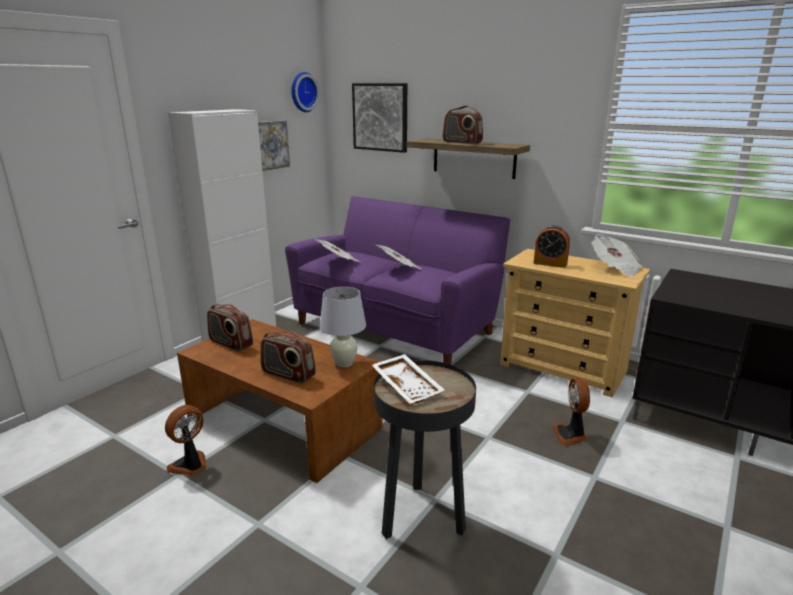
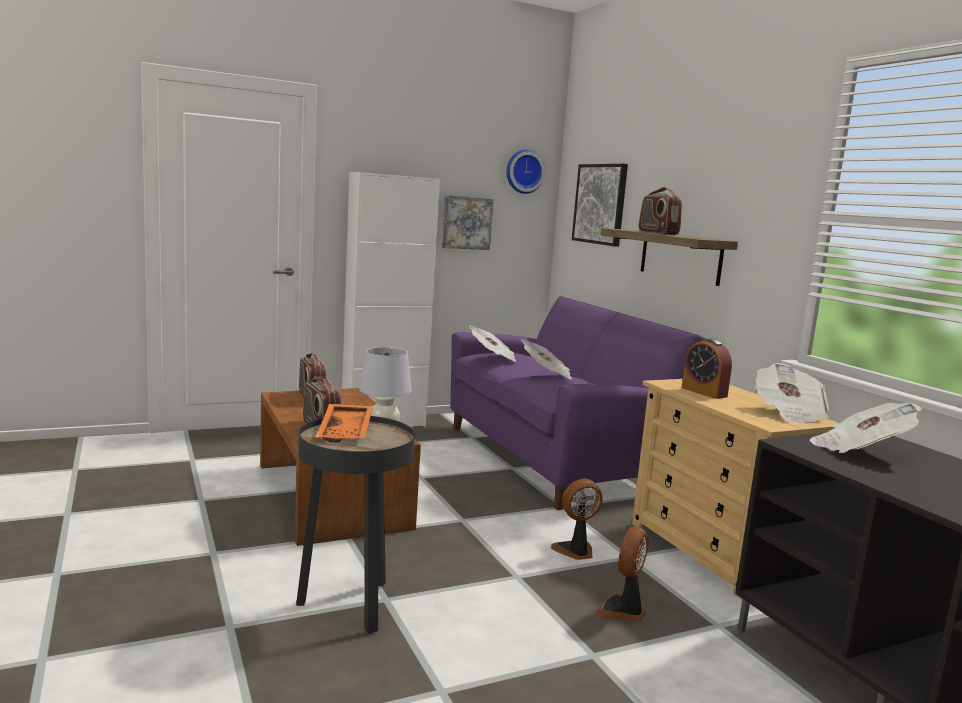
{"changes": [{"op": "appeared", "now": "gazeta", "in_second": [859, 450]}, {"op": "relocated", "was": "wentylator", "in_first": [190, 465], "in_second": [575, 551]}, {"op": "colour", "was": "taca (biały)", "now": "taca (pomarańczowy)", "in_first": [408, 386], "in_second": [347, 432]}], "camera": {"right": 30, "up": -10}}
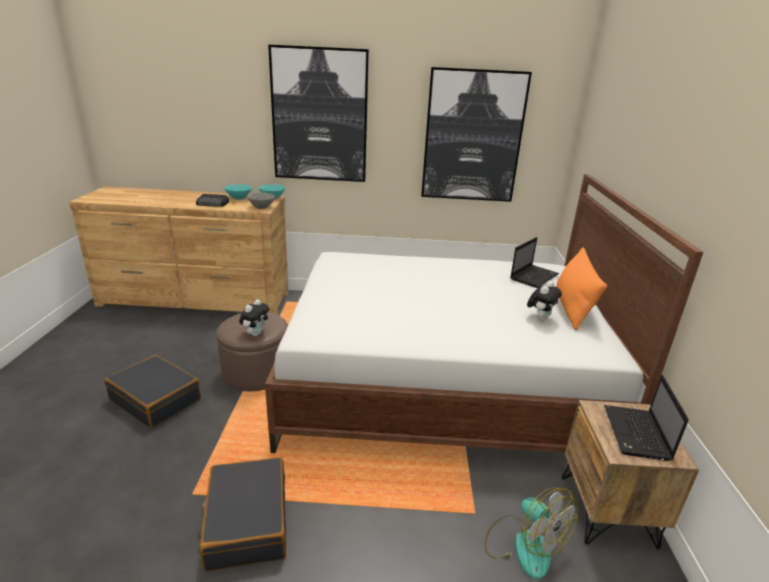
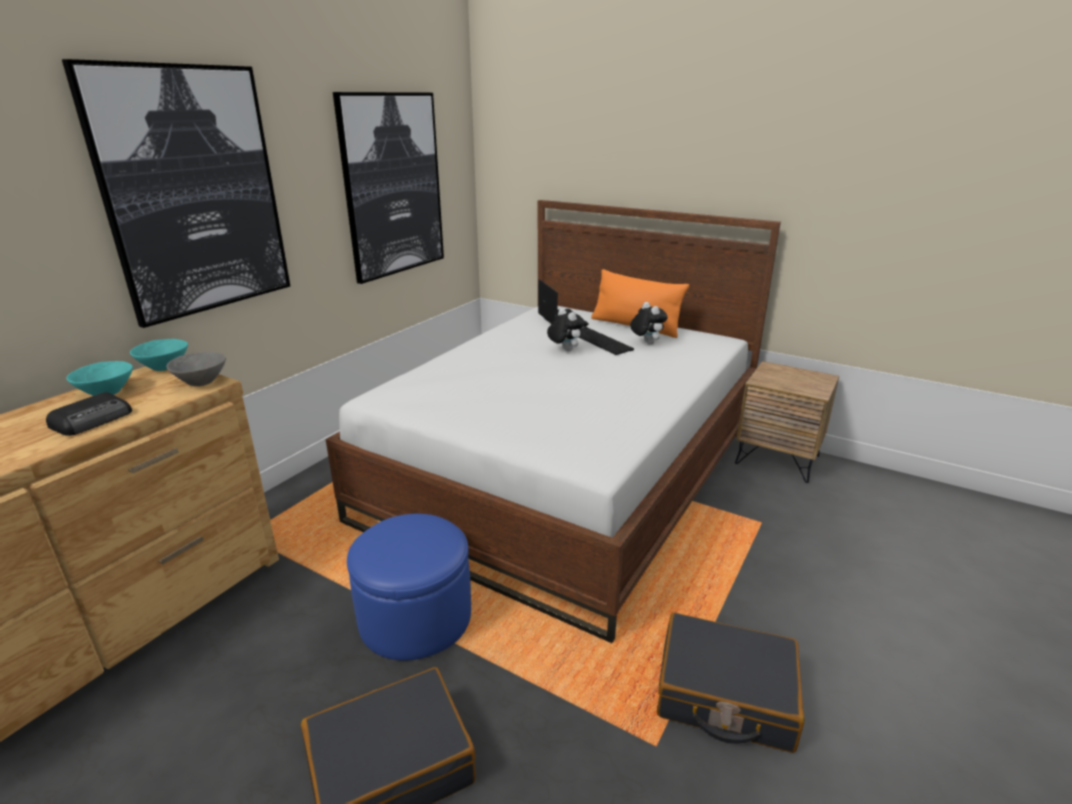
{"changes": [{"op": "missing", "was": "wentylator", "in_first": [523, 545]}, {"op": "missing", "was": "laptop", "in_first": [637, 434]}, {"op": "appeared", "now": "klawiatura", "in_second": [601, 341]}, {"op": "relocated", "was": "pluszak", "in_first": [255, 333], "in_second": [564, 350]}, {"op": "colour", "was": "pufa (brązowy)", "now": "pufa (niebieski)", "in_first": [256, 371], "in_second": [415, 617]}], "camera": {"right": -60, "up": 0}}
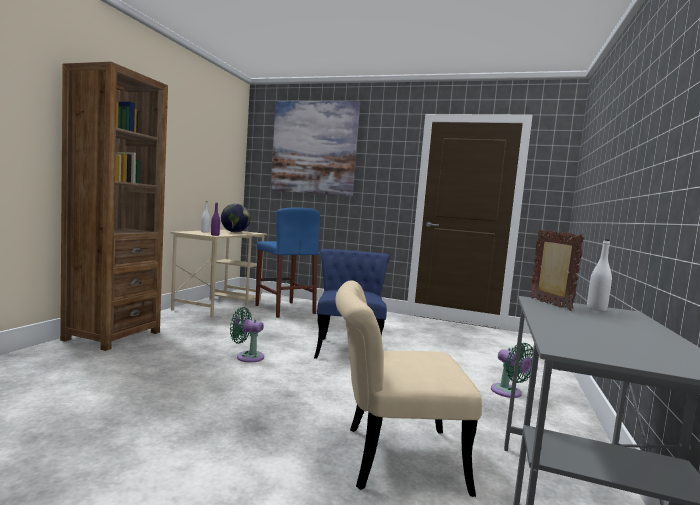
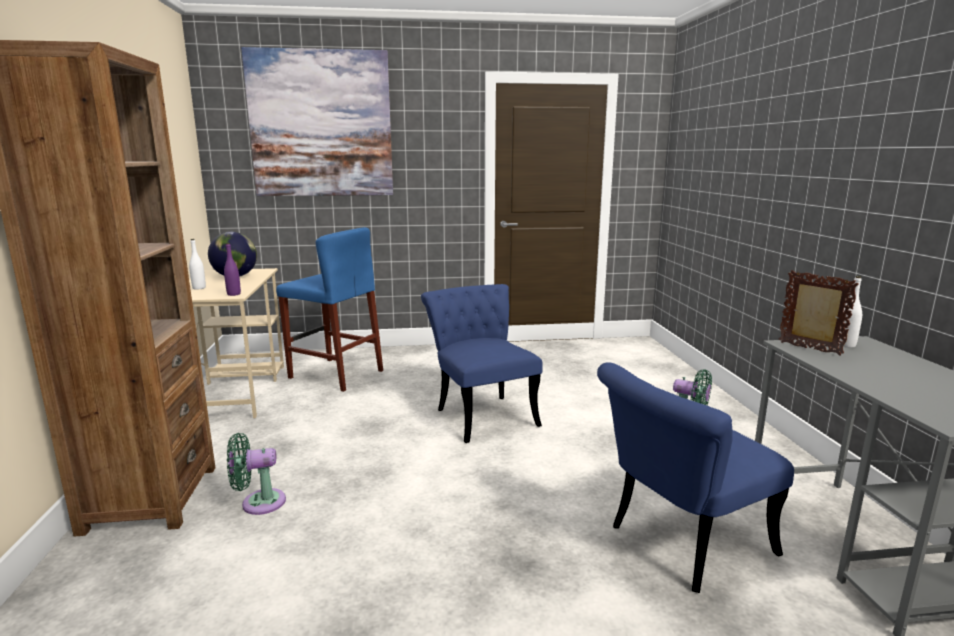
{"changes": [{"op": "relocated", "was": "wentylator (zielony)", "in_first": [247, 357], "in_second": [258, 503]}, {"op": "colour", "was": "krzesło (beżowy)", "now": "krzesło (niebieski)", "in_first": [389, 457], "in_second": [679, 545]}], "camera": {"right": -25, "up": 10}}
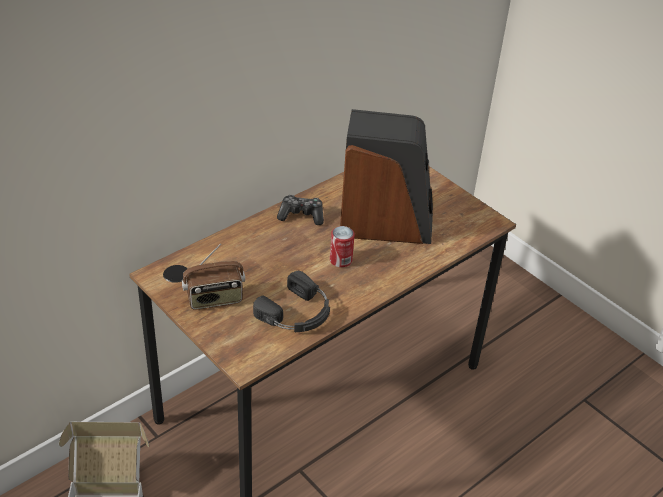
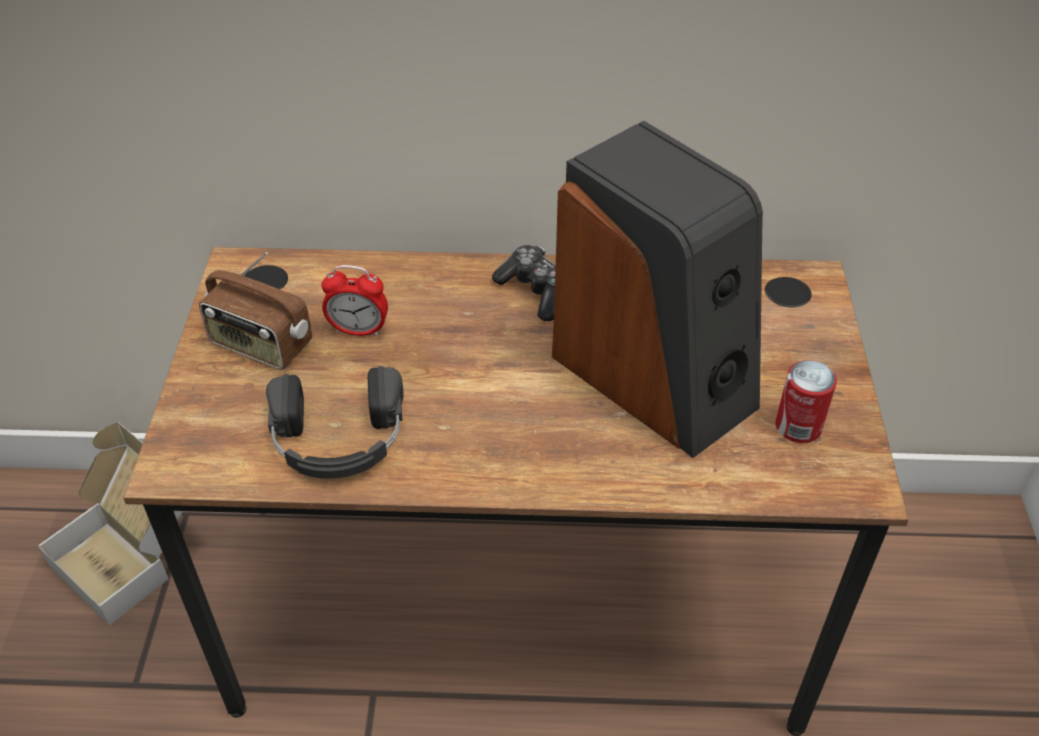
{"changes": [{"op": "appeared", "now": "budzik", "in_second": [358, 330]}, {"op": "relocated", "was": "puszka", "in_first": [340, 260], "in_second": [798, 426]}], "camera": {"right": 45, "up": 5}}
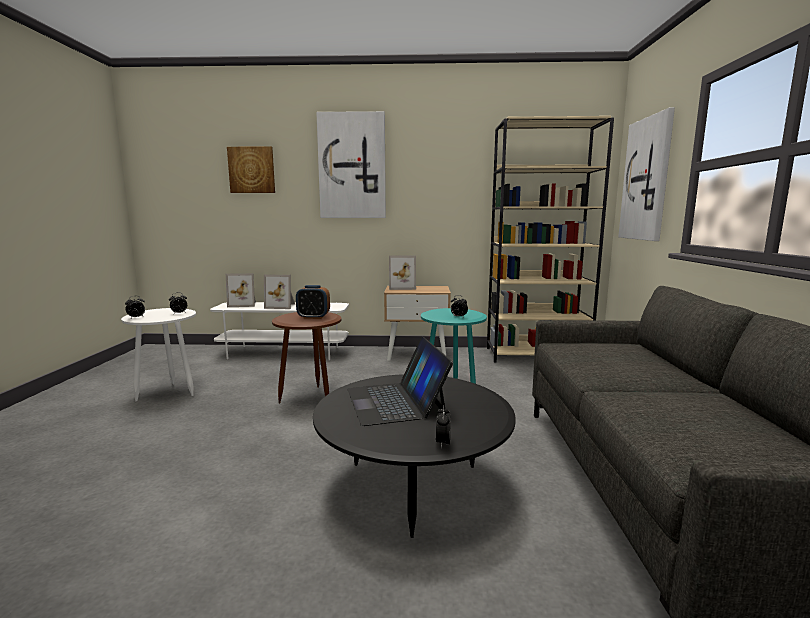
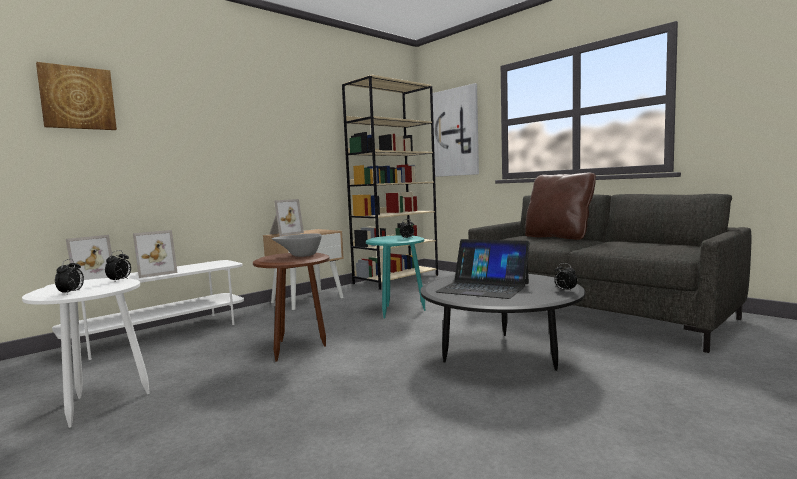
{"changes": [{"op": "missing", "was": "obraz", "in_first": [352, 166]}, {"op": "appeared", "now": "poduszka (brązowy)", "in_second": [558, 237]}, {"op": "exchanged", "was": "budzik", "now": "miska (szary)", "in_first": [313, 317], "in_second": [300, 256]}], "camera": {"right": -45, "up": -5}}
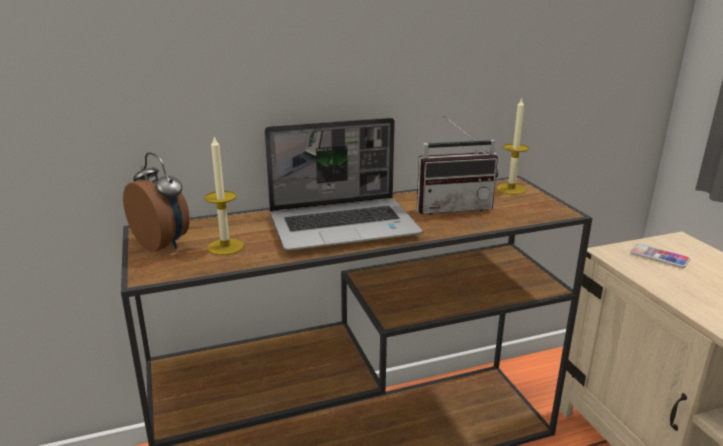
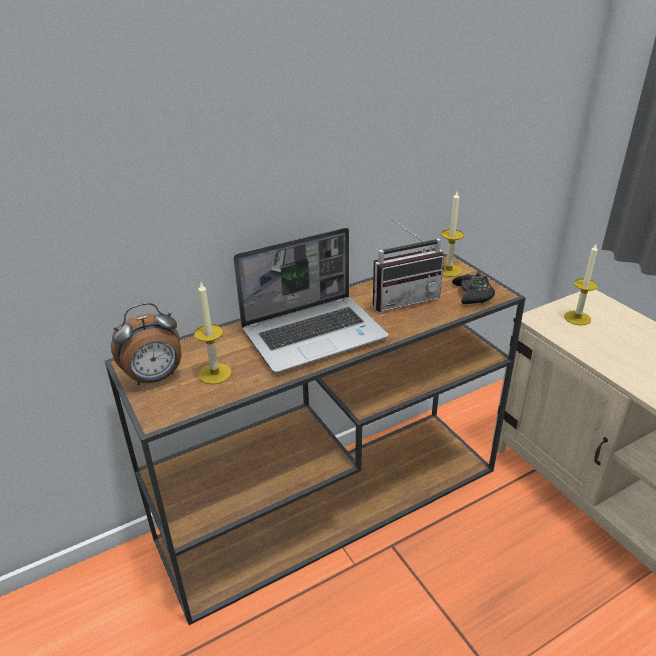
{"changes": [{"op": "appeared", "now": "pad do gier (czarny)", "in_second": [473, 294]}, {"op": "exchanged", "was": "telefon", "now": "świeca", "in_first": [659, 257], "in_second": [577, 318]}, {"op": "spun", "was": "budzik", "in_first": [164, 244], "in_second": [155, 378], "clockwise": 120}], "camera": {"right": -10, "up": 10}}
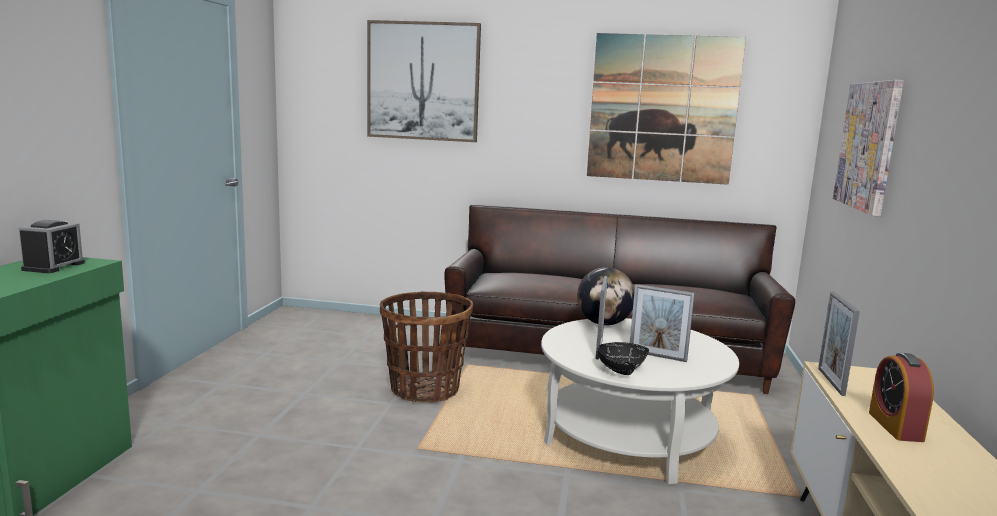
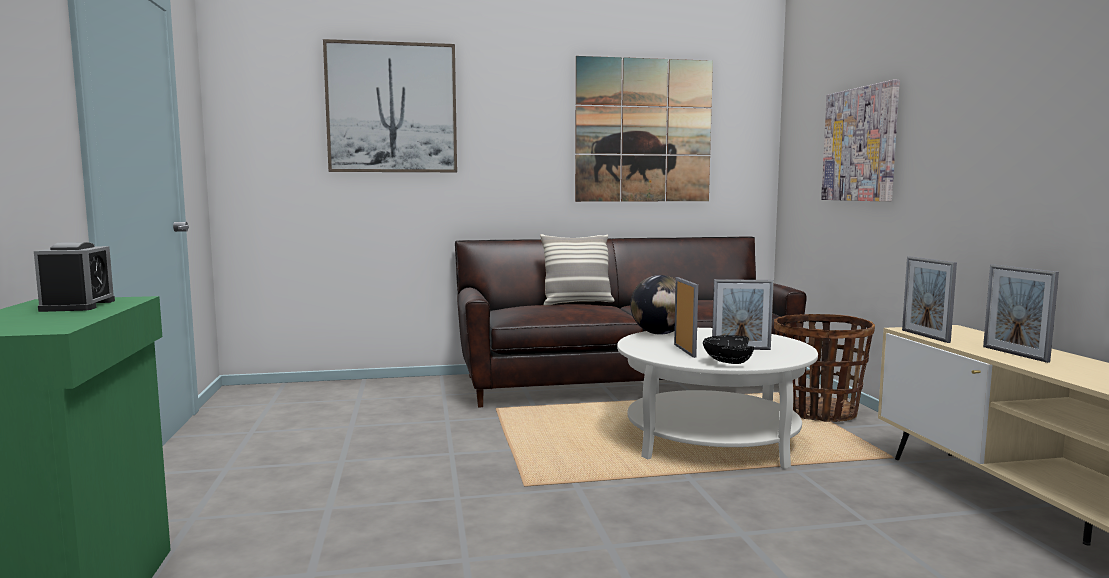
{"changes": [{"op": "appeared", "now": "poduszka", "in_second": [577, 303]}, {"op": "relocated", "was": "koszyk", "in_first": [424, 389], "in_second": [818, 412]}, {"op": "exchanged", "was": "budzik", "now": "ramka na zdjęcie", "in_first": [895, 426], "in_second": [1015, 354]}], "camera": {"right": -20, "up": -5}}
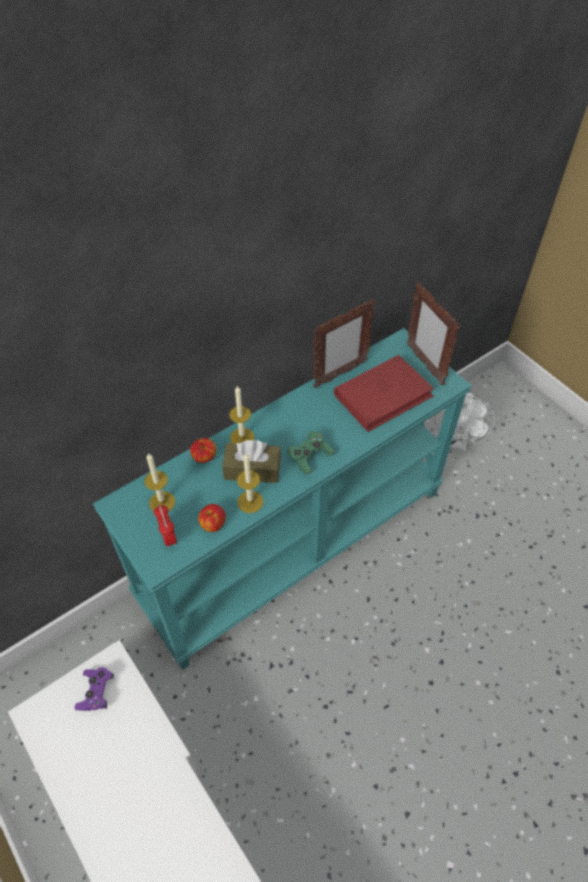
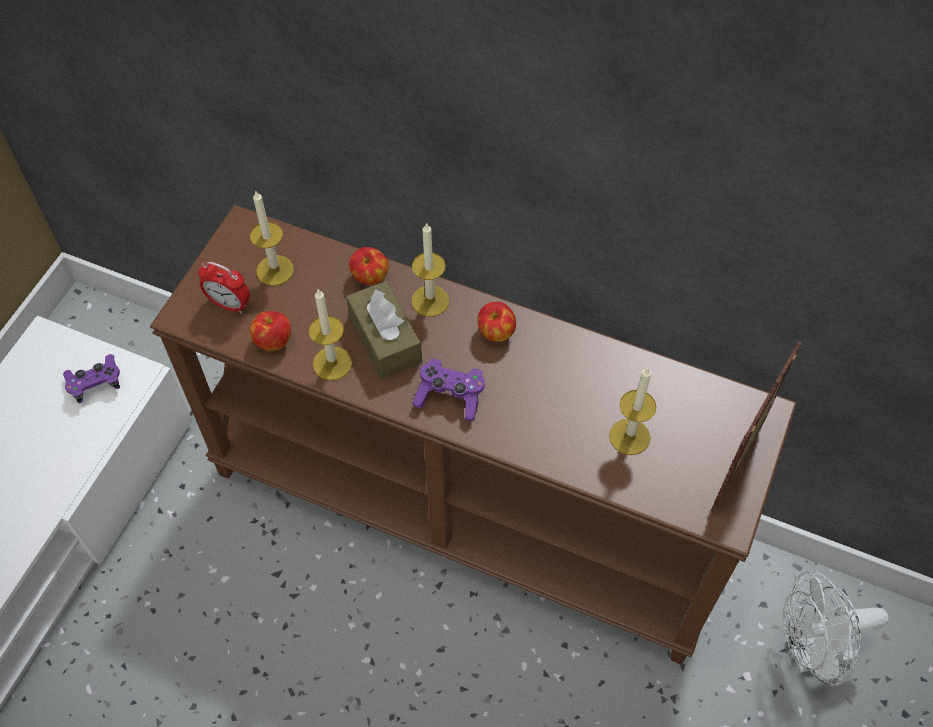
{"changes": [{"op": "missing", "was": "ramka na zdjęcie", "in_first": [339, 375]}, {"op": "appeared", "now": "jabłko", "in_second": [496, 333]}, {"op": "exchanged", "was": "książka (czerwony)", "now": "świeca", "in_first": [383, 395], "in_second": [629, 436]}, {"op": "colour", "was": "stolik konsolowy (turkusowy)", "now": "stolik konsolowy (brązowy)", "in_first": [293, 542], "in_second": [469, 506]}, {"op": "colour", "was": "pad do gier (zielony)", "now": "pad do gier (fioletowy)", "in_first": [310, 457], "in_second": [450, 396]}, {"op": "spun", "was": "budzik", "in_first": [168, 536], "in_second": [229, 304], "clockwise": 75}], "camera": {"right": 60, "up": 5}}
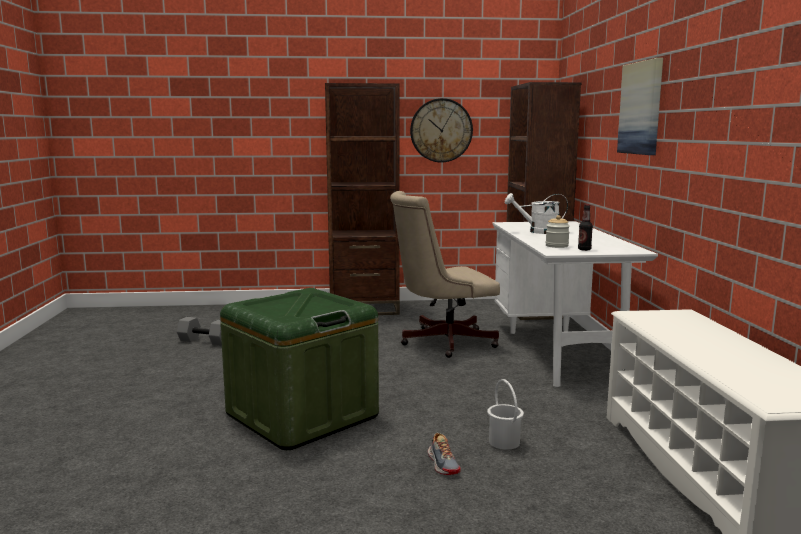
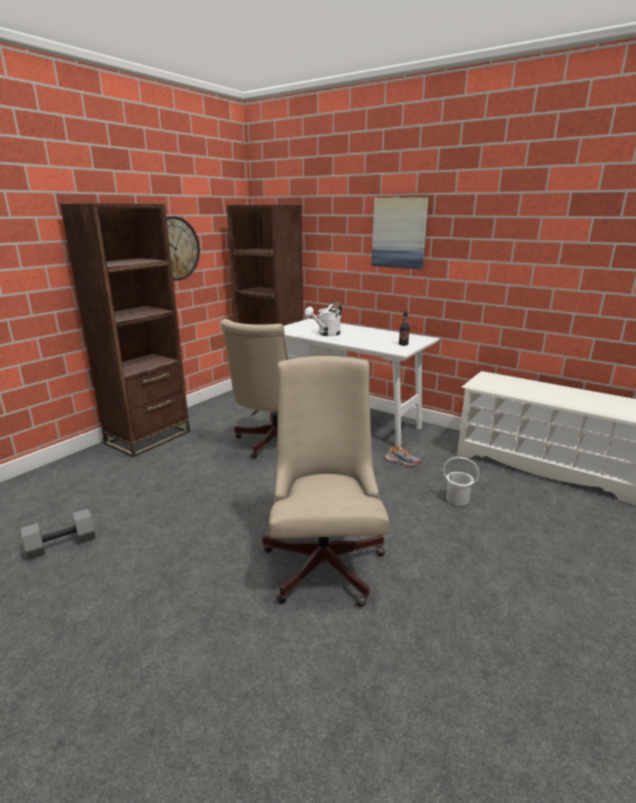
{"changes": [{"op": "missing", "was": "słoik", "in_first": [556, 246]}, {"op": "relocated", "was": "but", "in_first": [443, 464], "in_second": [402, 461]}, {"op": "exchanged", "was": "pojemnik do przechowywania (zielony)", "now": "krzesło biurowe (beżowy)", "in_first": [302, 415], "in_second": [325, 559]}], "camera": {"right": -50, "up": 10}}
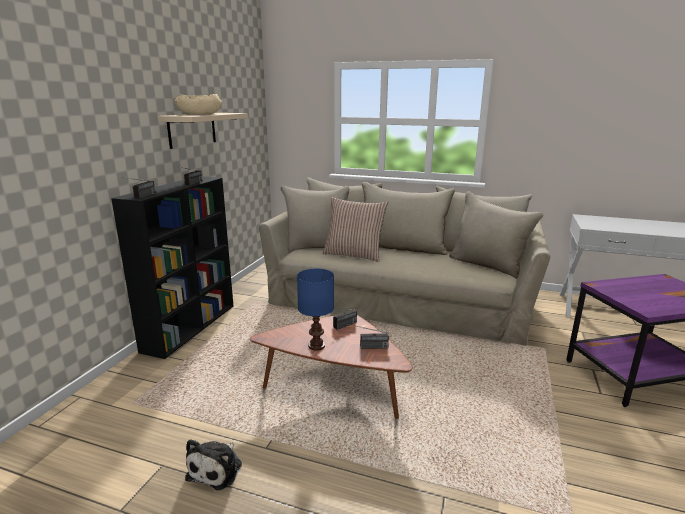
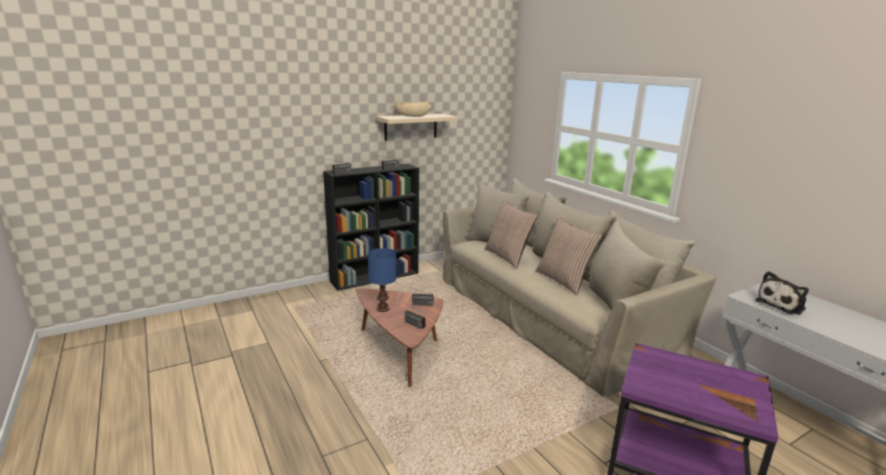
{"changes": [{"op": "appeared", "now": "poduszka", "in_second": [563, 281]}, {"op": "relocated", "was": "pluszak", "in_first": [217, 469], "in_second": [782, 305]}], "camera": {"right": 40, "up": 0}}
